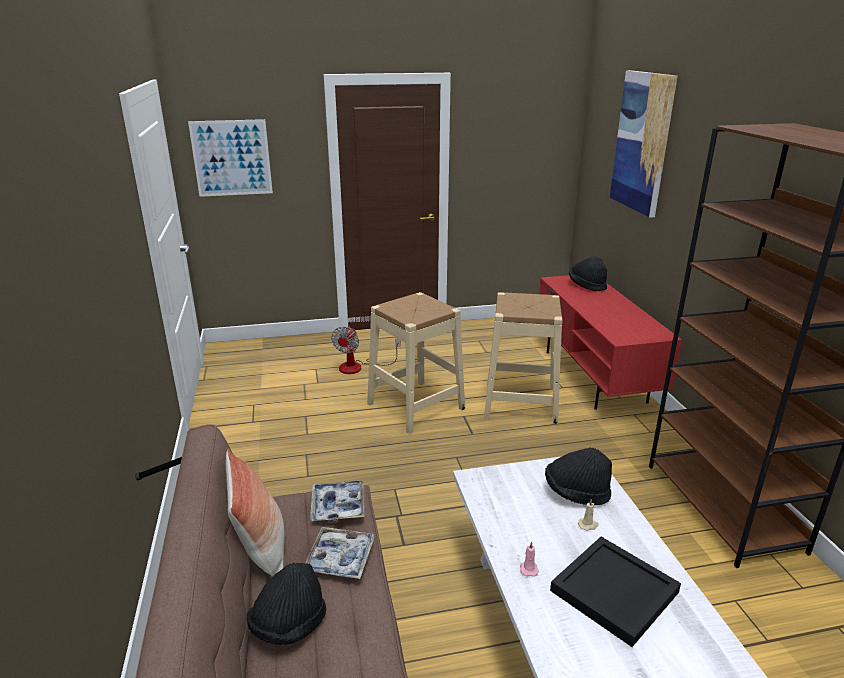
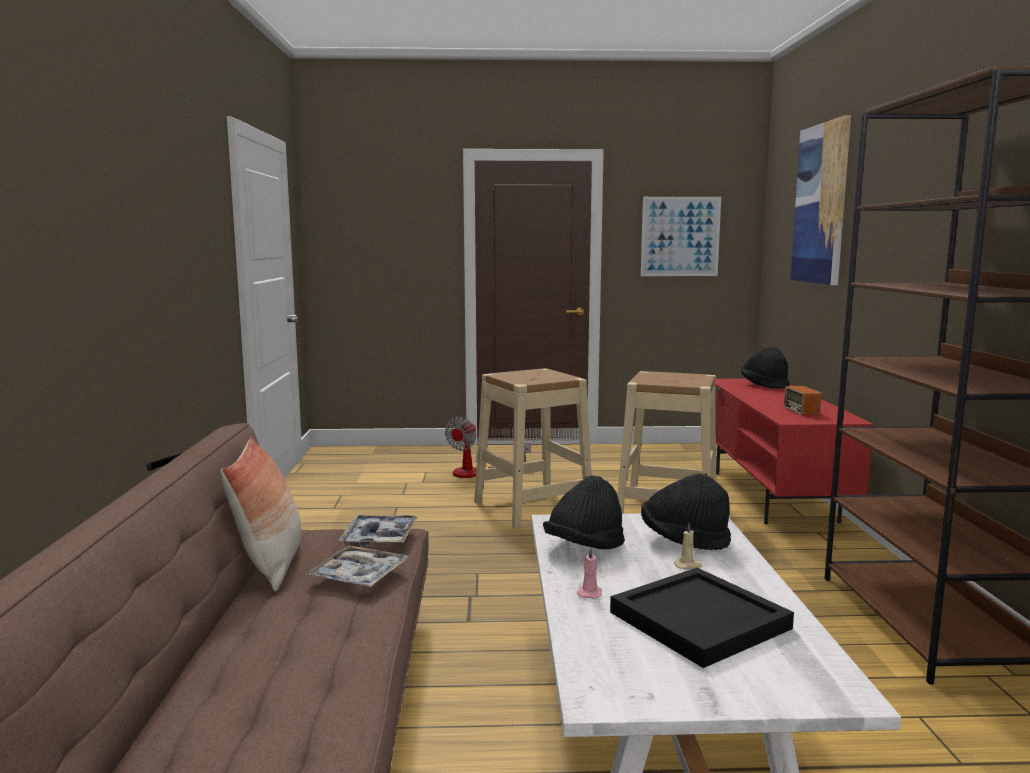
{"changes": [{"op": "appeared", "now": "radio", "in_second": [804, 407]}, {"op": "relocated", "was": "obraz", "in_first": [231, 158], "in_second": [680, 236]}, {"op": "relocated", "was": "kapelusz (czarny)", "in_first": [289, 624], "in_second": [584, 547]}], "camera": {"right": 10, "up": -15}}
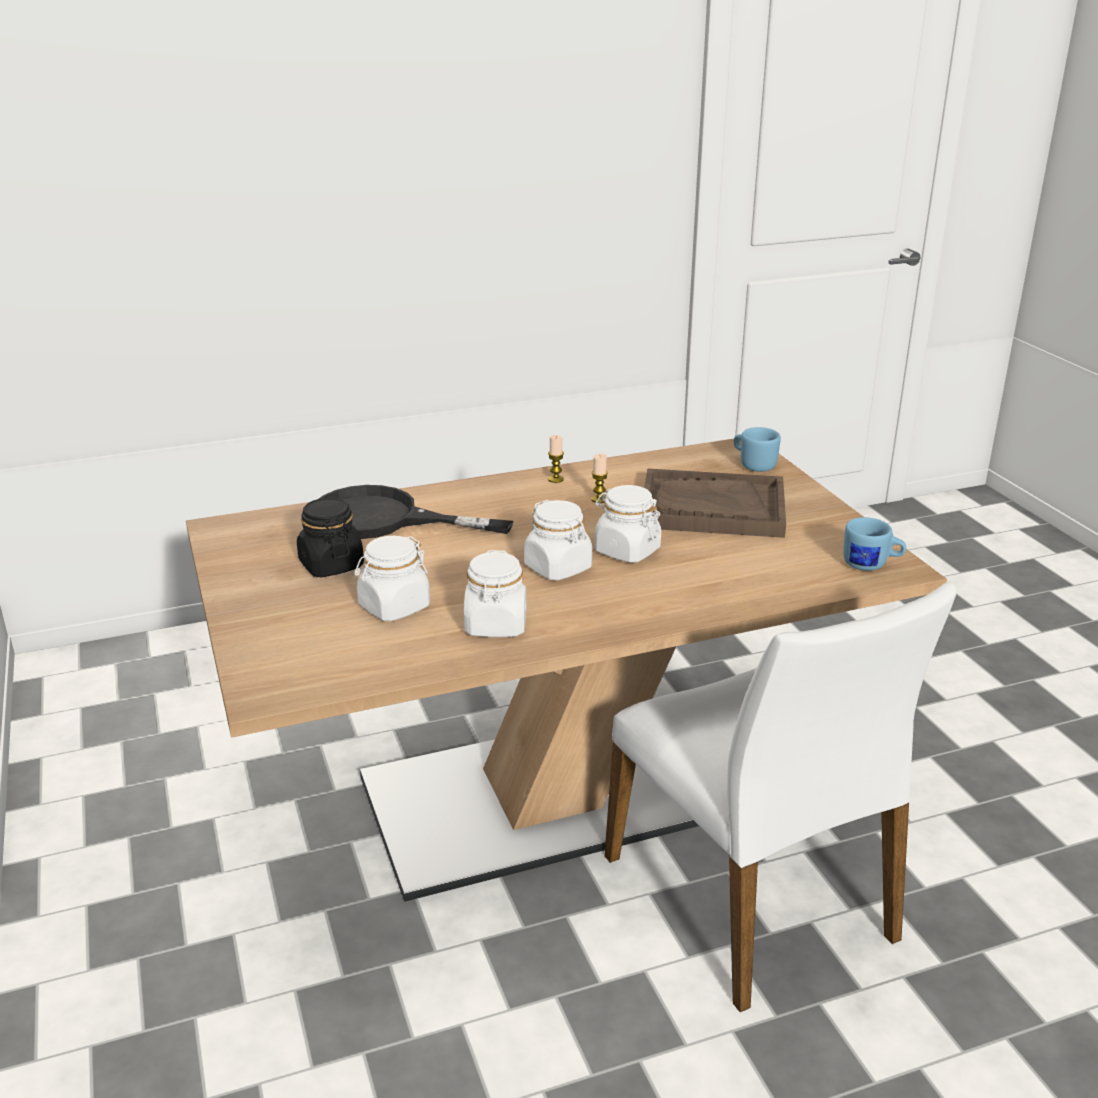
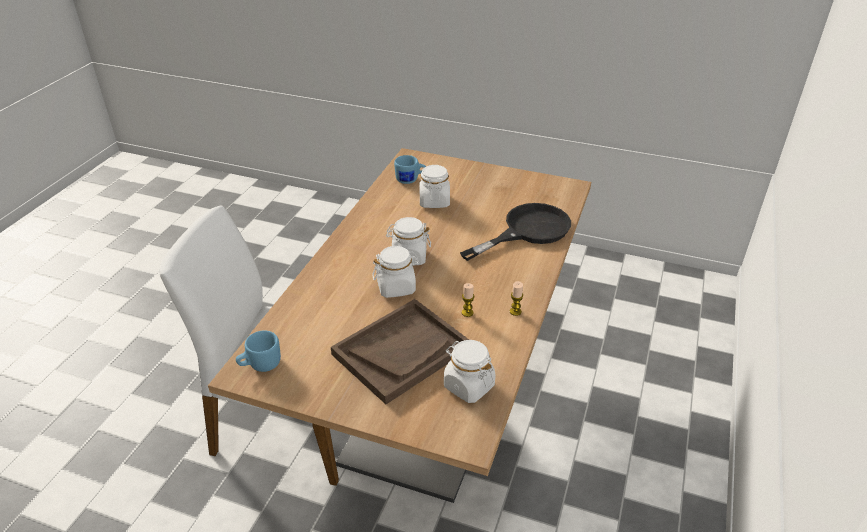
{"changes": [{"op": "missing", "was": "słoik (czarny)", "in_first": [331, 565]}, {"op": "relocated", "was": "słoik (biały)", "in_first": [496, 625], "in_second": [468, 386]}, {"op": "relocated", "was": "kubek (niebieski)", "in_first": [753, 465], "in_second": [410, 180]}], "camera": {"right": 130, "up": 10}}
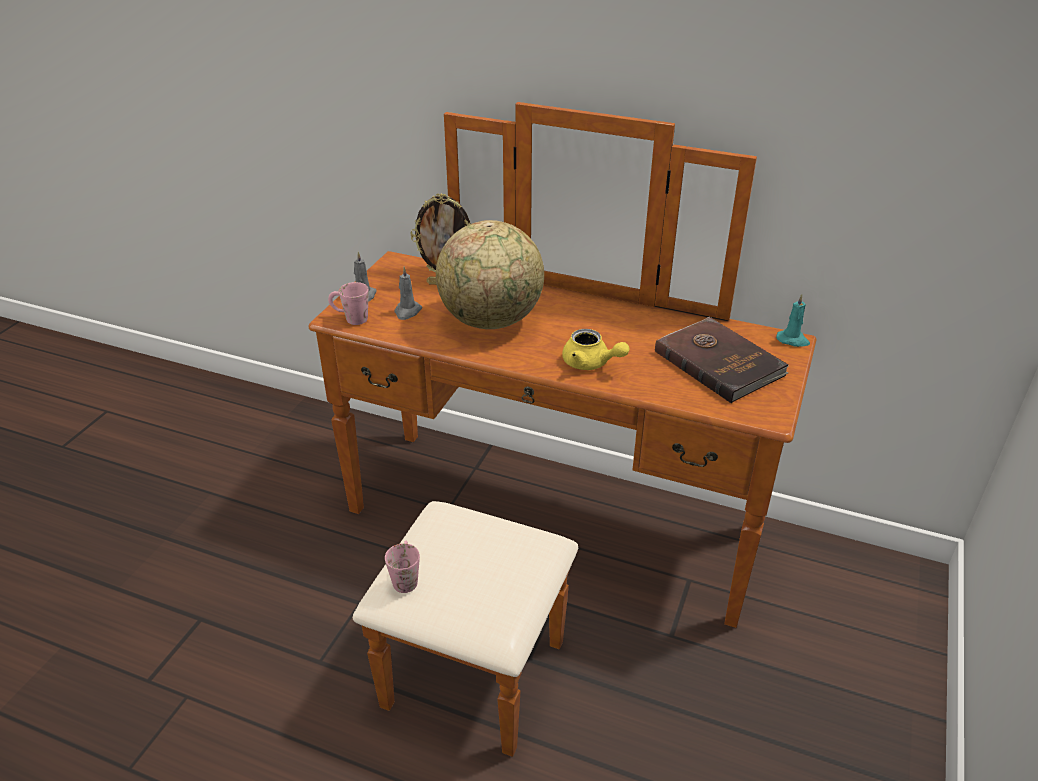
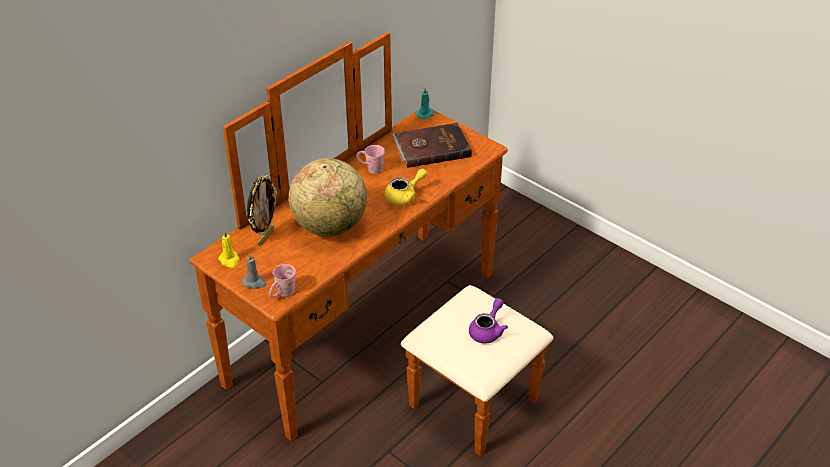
{"changes": [{"op": "missing", "was": "świeca (szary)", "in_first": [407, 312]}, {"op": "appeared", "now": "świeca (żółty)", "in_second": [229, 260]}, {"op": "appeared", "now": "imbryk (fioletowy)", "in_second": [488, 330]}, {"op": "relocated", "was": "kubek (różowy)", "in_first": [405, 577], "in_second": [370, 168]}], "camera": {"right": -70, "up": 5}}
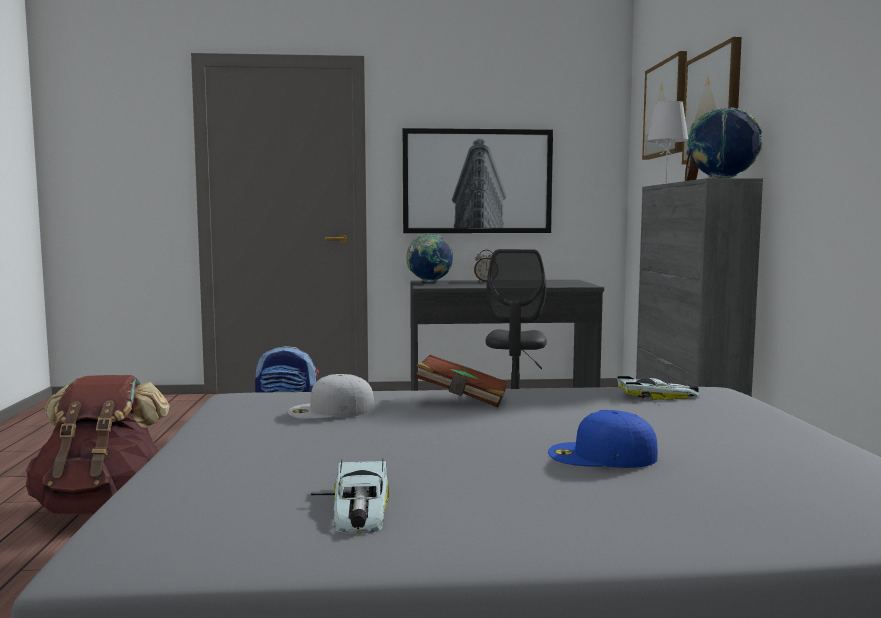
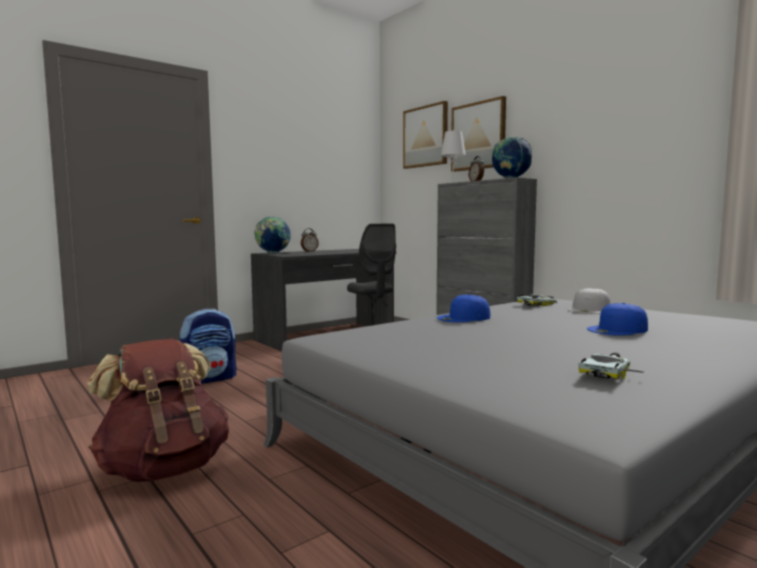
{"changes": [{"op": "missing", "was": "obraz", "in_first": [477, 181]}, {"op": "relocated", "was": "czapka z daszkiem (biały)", "in_first": [331, 410], "in_second": [590, 309]}, {"op": "exchanged", "was": "książka (brązowy)", "now": "czapka z daszkiem (niebieski)", "in_first": [462, 399], "in_second": [463, 318]}, {"op": "spun", "was": "samochodzik", "in_first": [358, 506], "in_second": [608, 372], "clockwise": -105}], "camera": {"right": -35, "up": 0}}
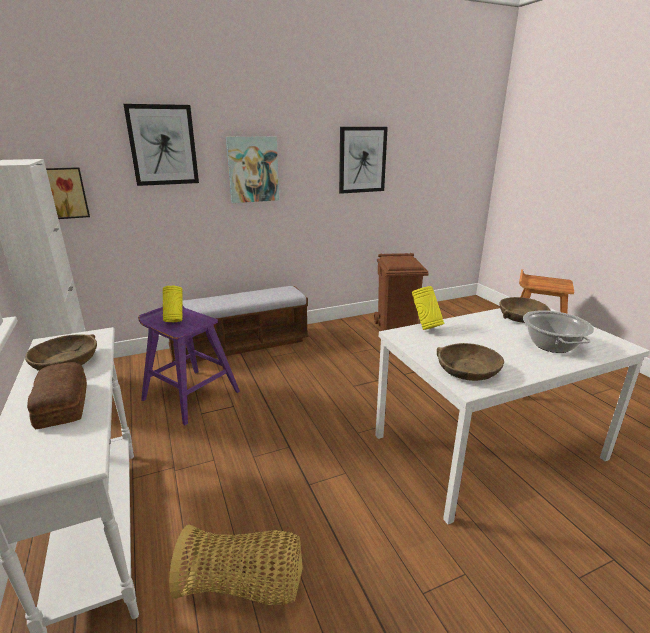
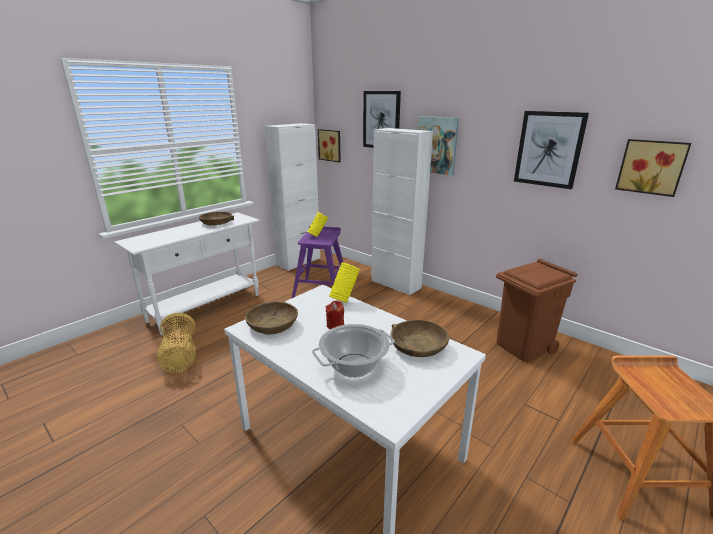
{"changes": [{"op": "missing", "was": "chleb", "in_first": [61, 405]}, {"op": "appeared", "now": "świeca (czerwony)", "in_second": [335, 325]}, {"op": "appeared", "now": "obraz", "in_second": [651, 167]}, {"op": "exchanged", "was": "ławka", "now": "szafka (biały)", "in_first": [240, 345], "in_second": [396, 284]}], "camera": {"right": 65, "up": 0}}
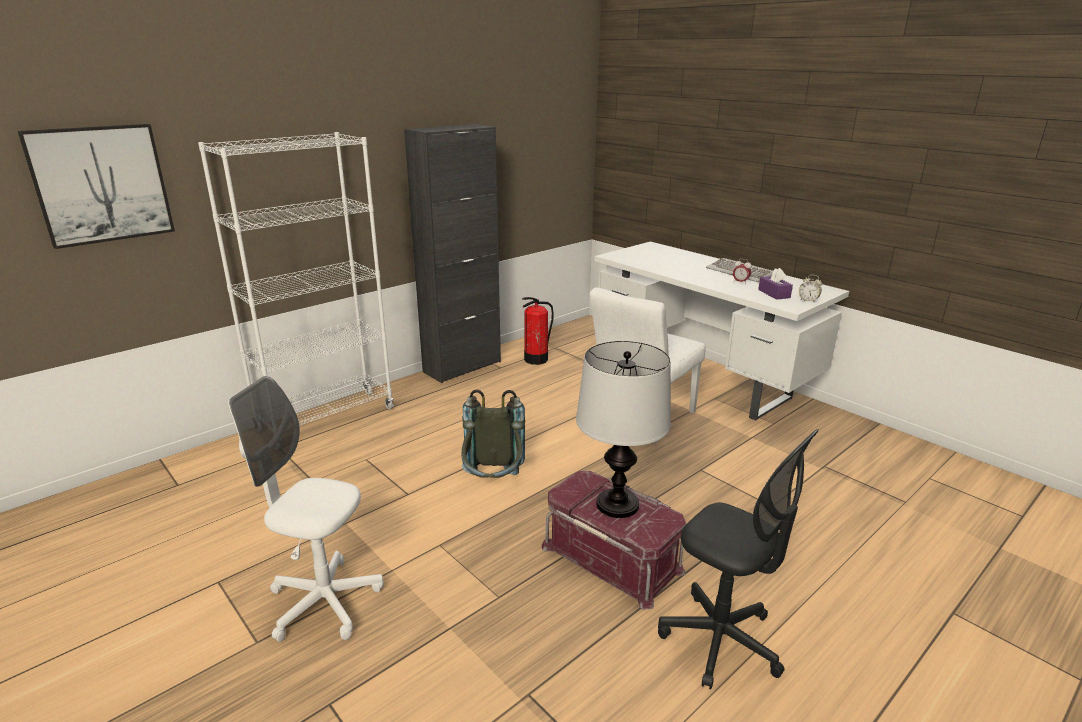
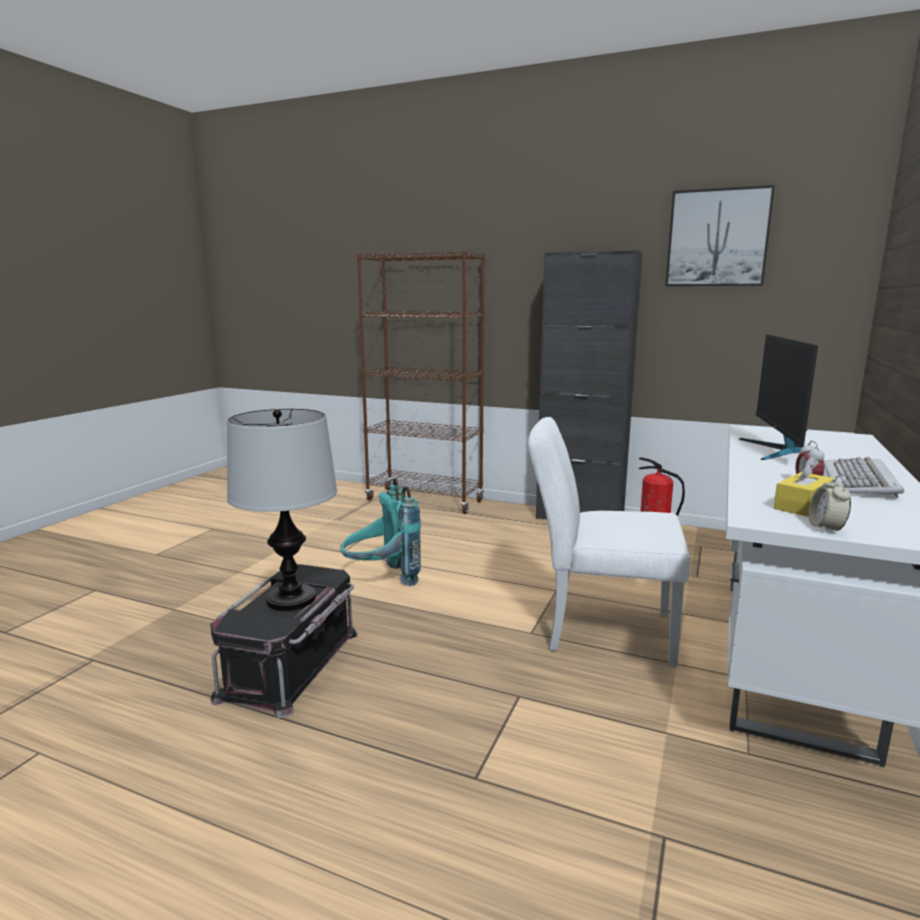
{"changes": [{"op": "missing", "was": "krzesło biurowe (biały)", "in_first": [324, 602]}, {"op": "missing", "was": "krzesło biurowe (czarny)", "in_first": [720, 641]}, {"op": "appeared", "now": "monitor", "in_second": [778, 450]}, {"op": "relocated", "was": "obraz", "in_first": [101, 184], "in_second": [717, 238]}, {"op": "colour", "was": "regał (biały)", "now": "regał (brązowy)", "in_first": [326, 420], "in_second": [425, 501]}, {"op": "colour", "was": "plecak (szary)", "now": "plecak (turkusowy)", "in_first": [493, 484], "in_second": [381, 579]}, {"op": "colour", "was": "pojemnik do przechowywania (czerwony)", "now": "pojemnik do przechowywania (czarny)", "in_first": [612, 557], "in_second": [292, 664]}, {"op": "colour", "was": "pudełko chusteczek (fioletowy)", "now": "pudełko chusteczek (żółty)", "in_first": [774, 293], "in_second": [802, 506]}], "camera": {"right": 65, "up": -10}}
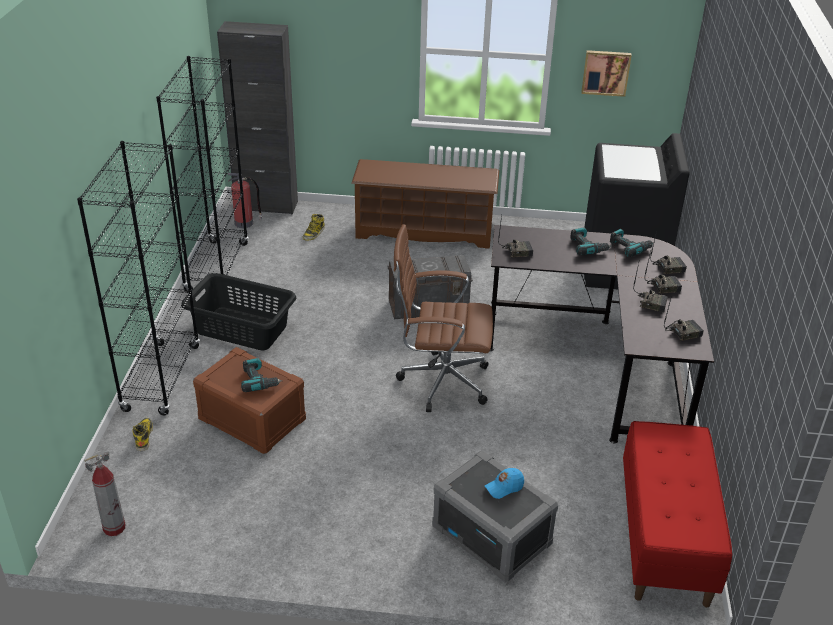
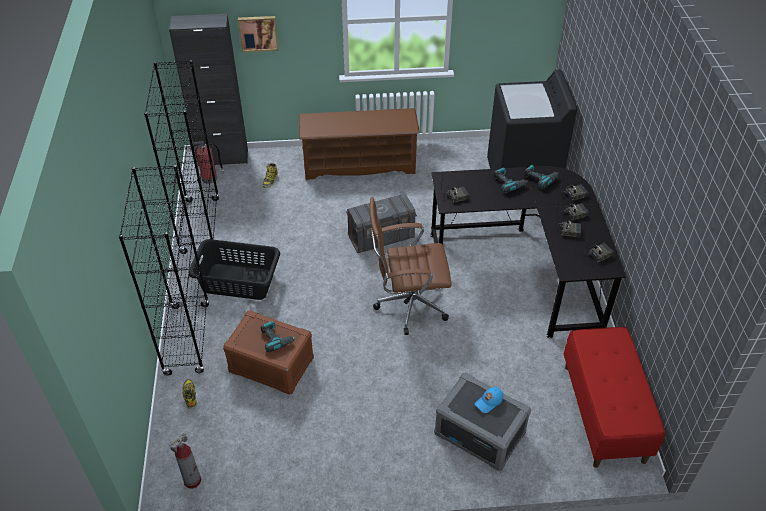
{"changes": [{"op": "relocated", "was": "obraz", "in_first": [606, 72], "in_second": [258, 33]}], "camera": {"right": -10, "up": 10}}
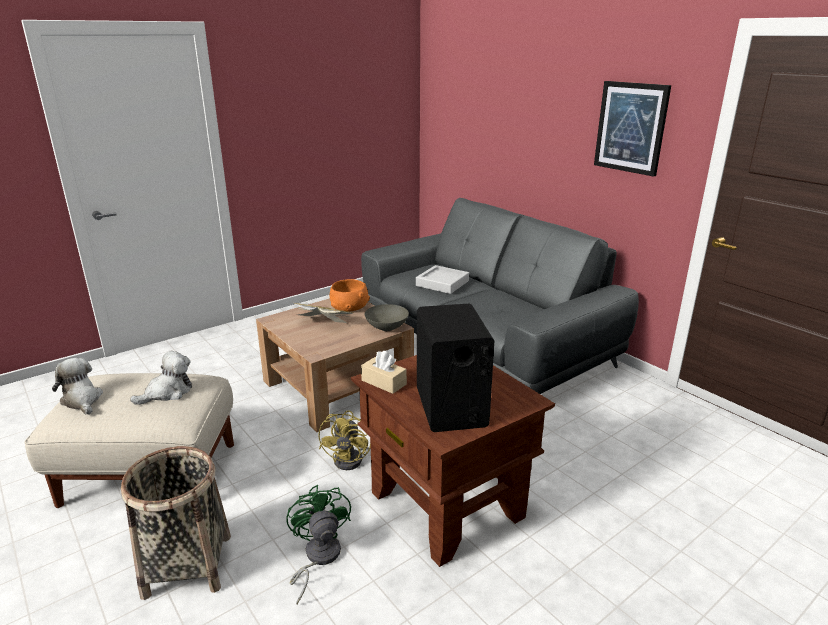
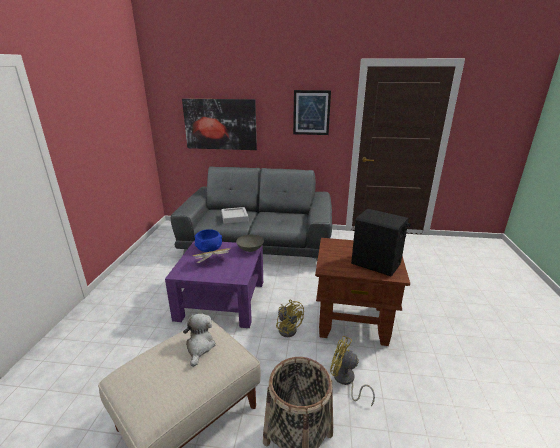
{"changes": [{"op": "missing", "was": "pluszak", "in_first": [82, 400]}, {"op": "missing", "was": "pudełko chusteczek (beżowy)", "in_first": [383, 382]}, {"op": "appeared", "now": "obraz", "in_second": [220, 124]}, {"op": "colour", "was": "ława (brązowy)", "now": "ława (fioletowy)", "in_first": [337, 386], "in_second": [221, 300]}, {"op": "colour", "was": "wentylator (zielony)", "now": "wentylator (żółty)", "in_first": [318, 558], "in_second": [345, 381]}, {"op": "colour", "was": "miska (pomarańczowy)", "now": "miska (niebieski)", "in_first": [349, 306], "in_second": [209, 247]}], "camera": {"right": -45, "up": 0}}
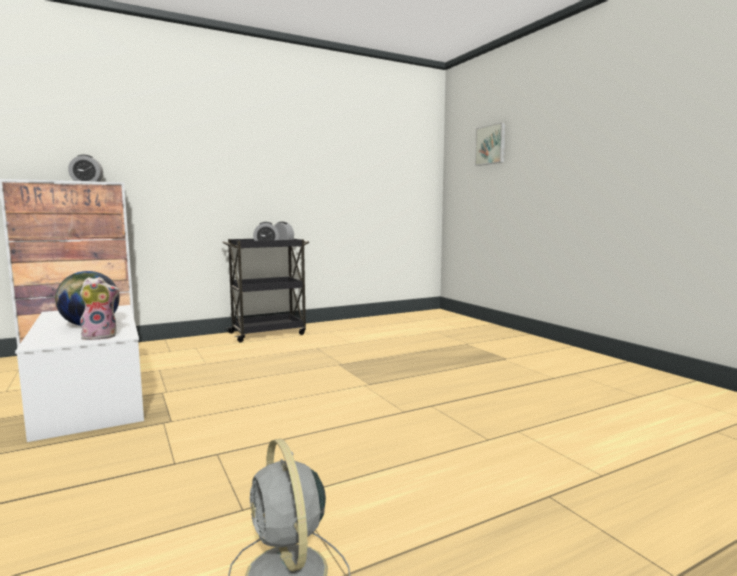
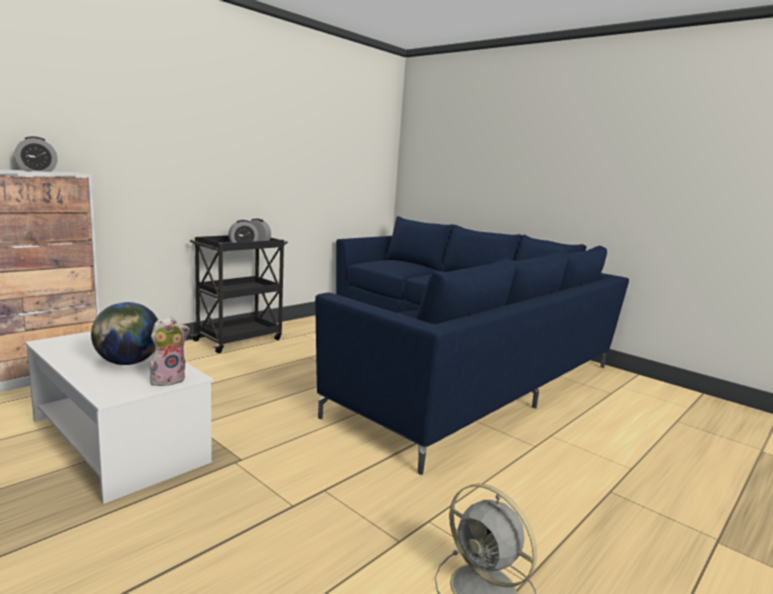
{"changes": [{"op": "missing", "was": "obraz", "in_first": [491, 145]}, {"op": "appeared", "now": "kanapa (niebieski)", "in_second": [455, 359]}], "camera": {"right": -20, "up": 5}}
